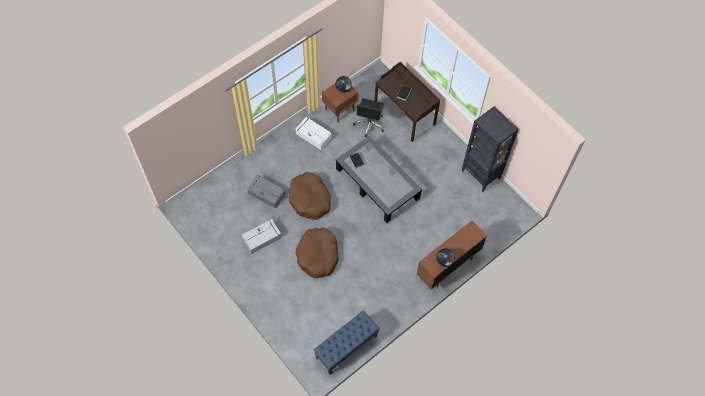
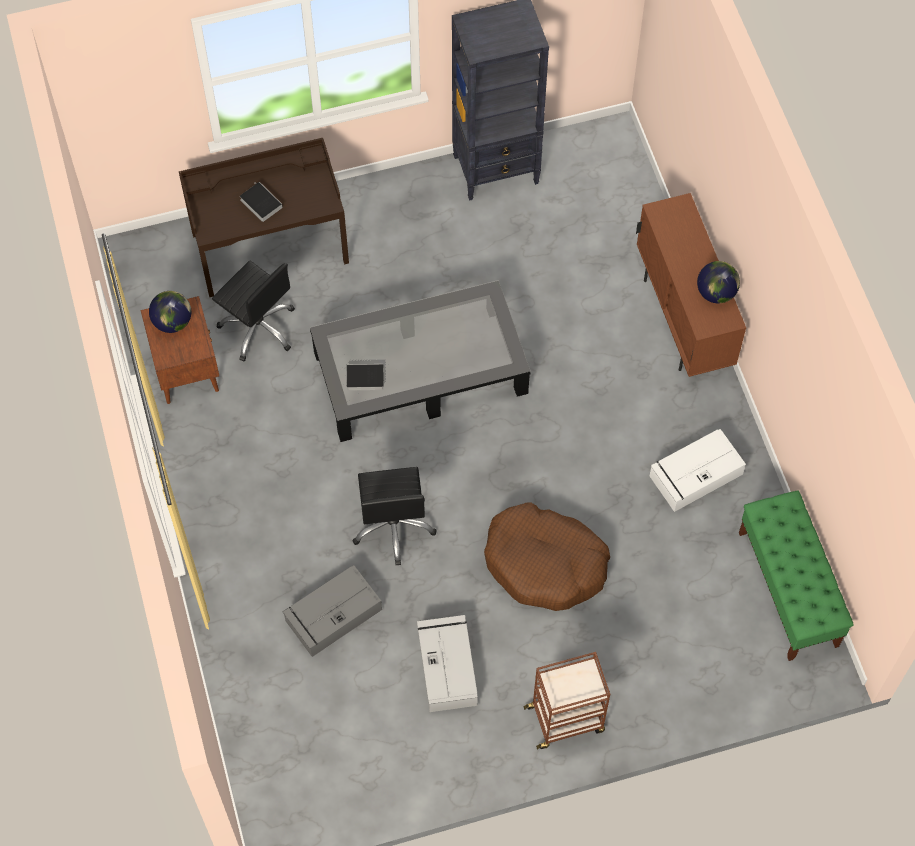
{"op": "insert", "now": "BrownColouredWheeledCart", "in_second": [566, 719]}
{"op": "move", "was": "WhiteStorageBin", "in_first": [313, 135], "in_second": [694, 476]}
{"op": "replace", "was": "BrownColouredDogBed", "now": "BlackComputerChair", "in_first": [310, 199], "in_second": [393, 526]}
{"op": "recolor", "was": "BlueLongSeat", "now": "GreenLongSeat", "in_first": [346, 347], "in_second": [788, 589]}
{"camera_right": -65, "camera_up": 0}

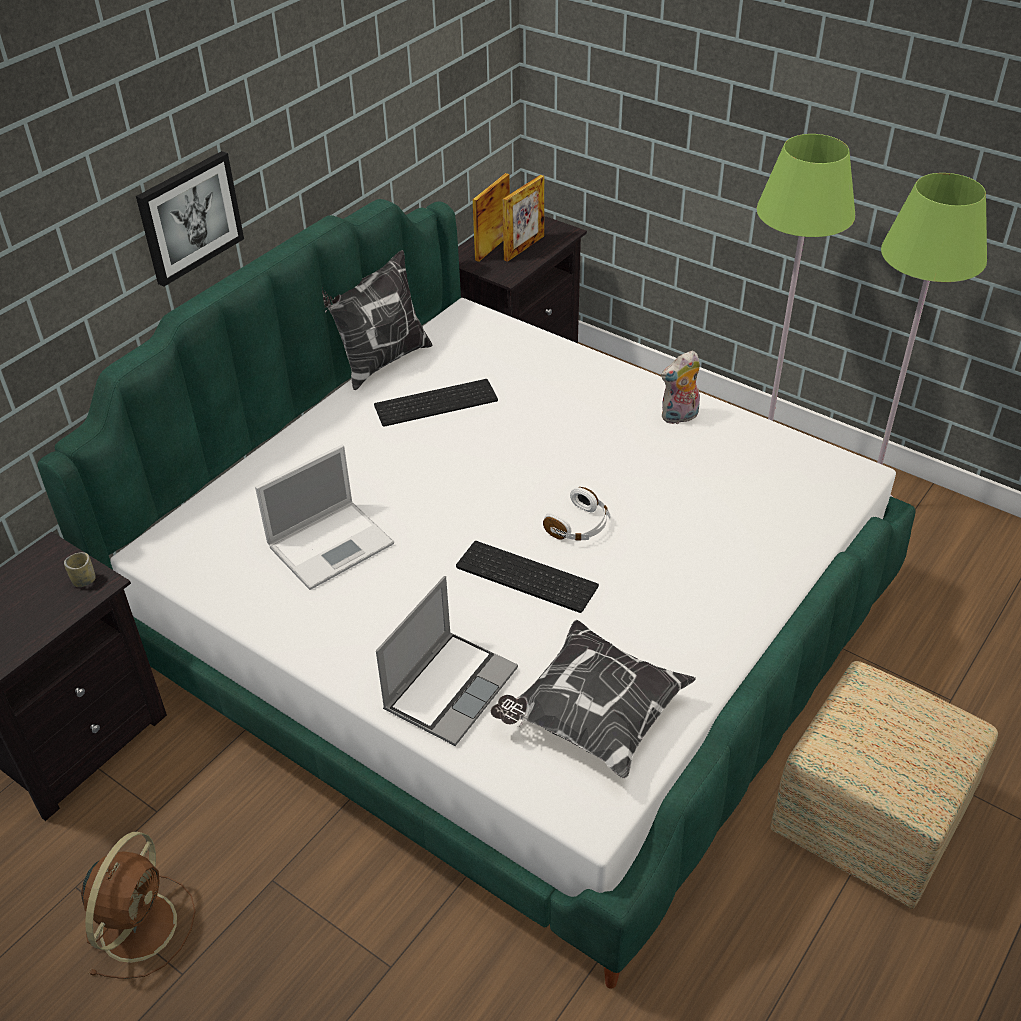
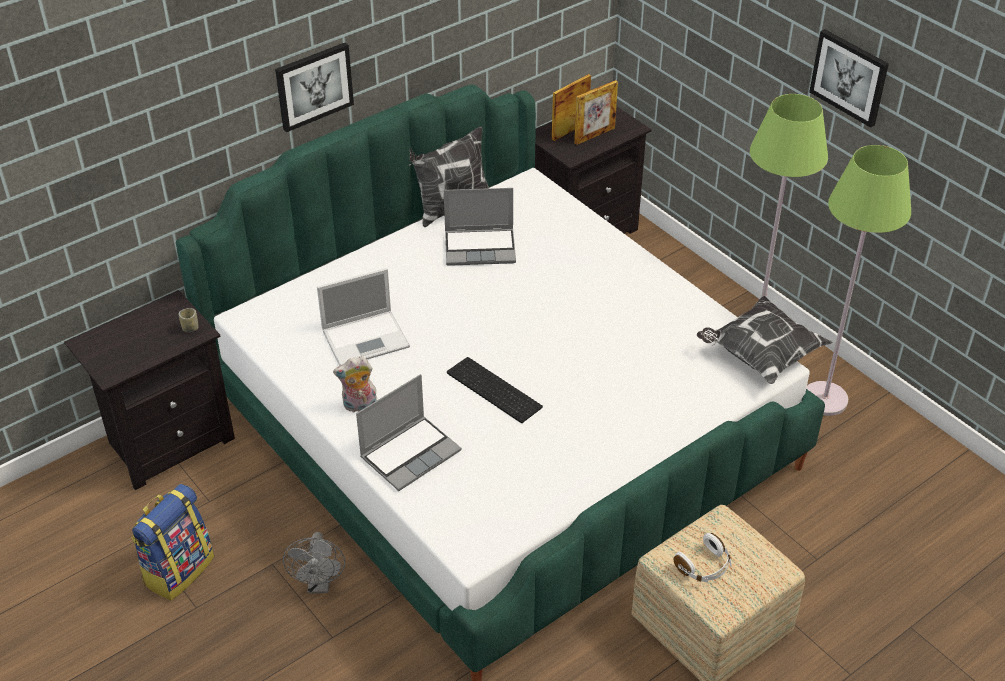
{"op": "insert", "now": "GreyishFan", "in_second": [319, 584]}
{"op": "insert", "now": "WallPicture", "in_second": [849, 77]}
{"op": "move", "was": "ThrowPillow", "in_first": [592, 717], "in_second": [760, 355]}
{"op": "move", "was": "WhiteHeadset", "in_first": [579, 526], "in_second": [704, 566]}
{"op": "move", "was": "CuddlyToy", "in_first": [679, 417], "in_second": [359, 406]}
{"op": "replace", "was": "BrownColouredFan", "now": "Knapsack", "in_first": [140, 923], "in_second": [178, 569]}
{"op": "replace", "was": "PcKeyboard", "now": "Laptop", "in_first": [436, 401], "in_second": [481, 247]}
{"camera_right": 15, "camera_up": 0}

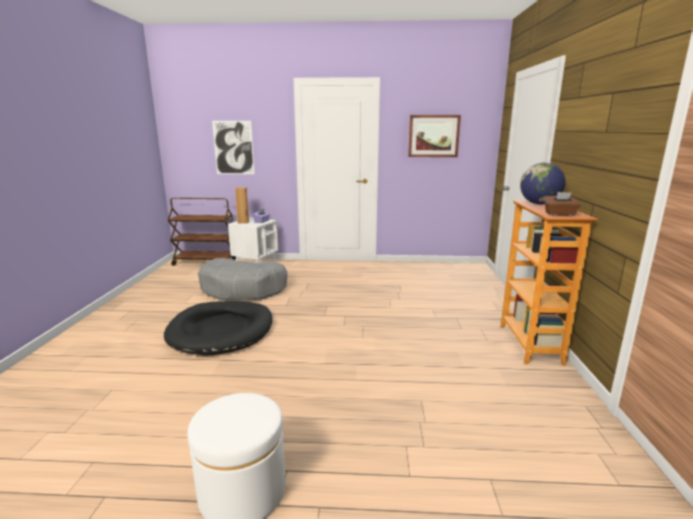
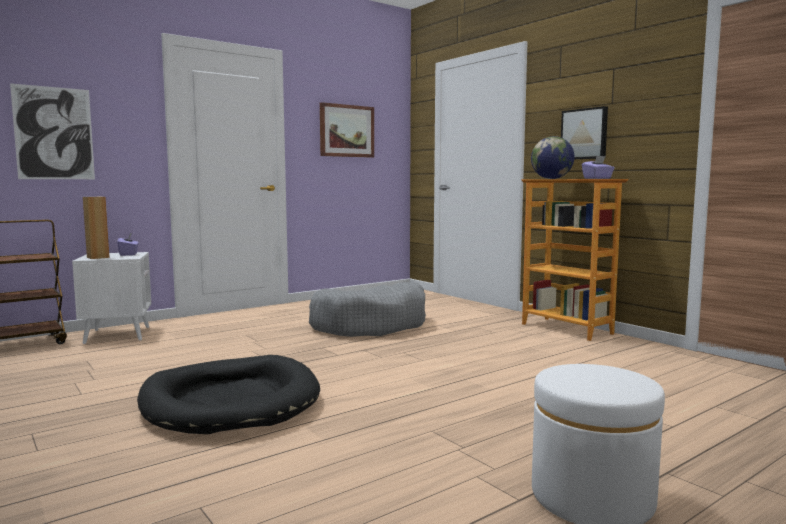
{"op": "insert", "now": "WallPicture", "in_second": [584, 134]}
{"op": "move", "was": "GreyishDogBed", "in_first": [244, 289], "in_second": [371, 325]}
{"op": "recolor", "was": "BrownColouredBoxOfTissues", "now": "PurpleBoxOfTissues", "in_first": [560, 214], "in_second": [597, 178]}
{"camera_right": -40, "camera_up": -10}

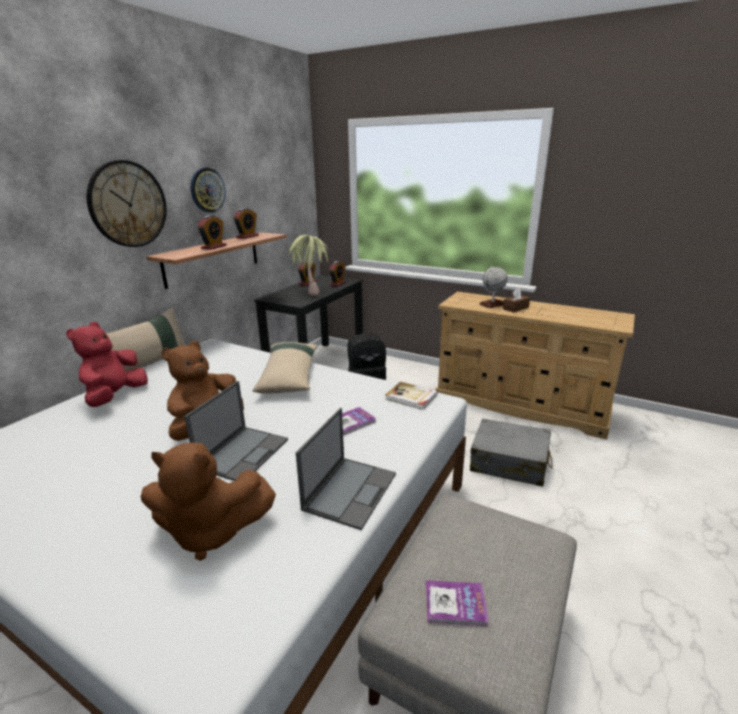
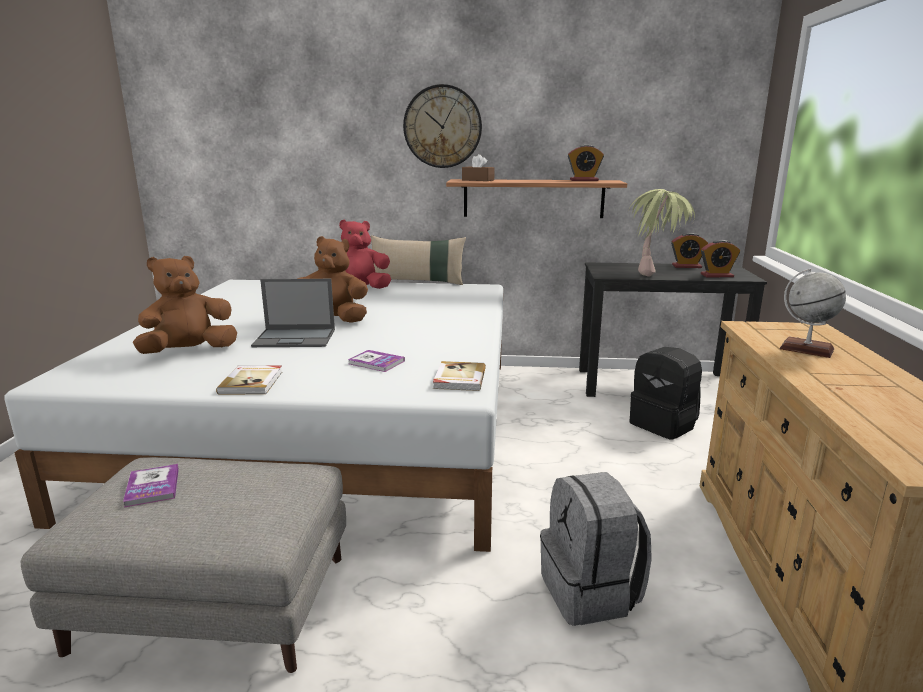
{"op": "delete", "was": "ClockOnTheWall", "in_first": [207, 190]}
{"op": "delete", "was": "BedsideClock", "in_first": [214, 247]}
{"op": "delete", "was": "BeigeThrowPillow", "in_first": [289, 375]}
{"op": "move", "was": "BrownColouredBoxOfTissues", "in_first": [515, 308], "in_second": [478, 180]}
{"op": "replace", "was": "Laptop", "now": "BoundBook", "in_first": [350, 490], "in_second": [252, 382]}
{"op": "replace", "was": "GreyishSuitcase", "now": "GreyishKnapsack", "in_first": [509, 462], "in_second": [591, 592]}
{"op": "rotate", "was": "BrownColouredCuddlyToy", "in_first": [210, 532], "in_second": [189, 352], "clockwise": 75}
{"camera_right": 65, "camera_up": -5}

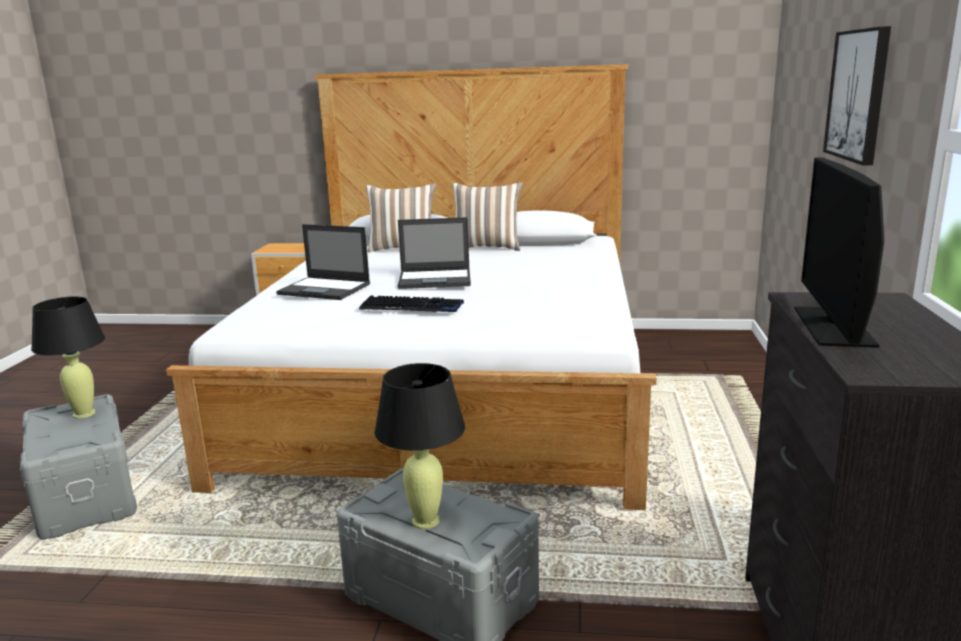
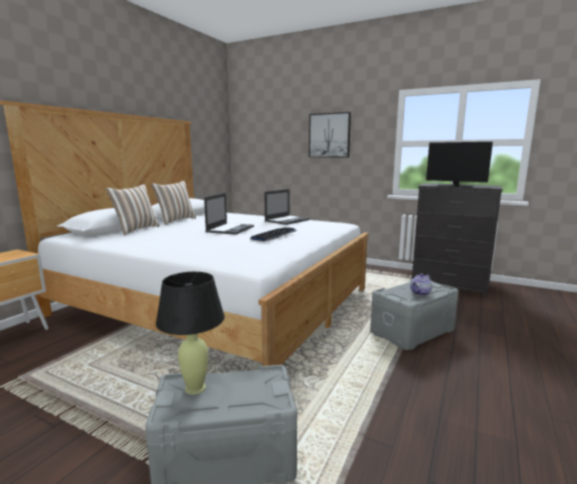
{"op": "move", "was": "Laptop", "in_first": [325, 289], "in_second": [287, 220]}
{"op": "replace", "was": "BlackTableLamp", "now": "Teapot", "in_first": [425, 521], "in_second": [420, 293]}
{"camera_right": -70, "camera_up": -5}

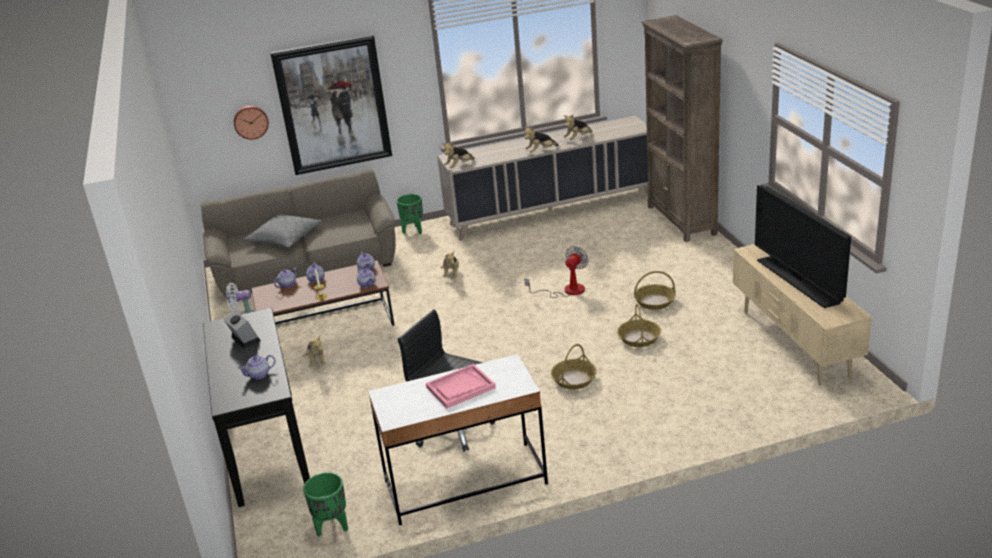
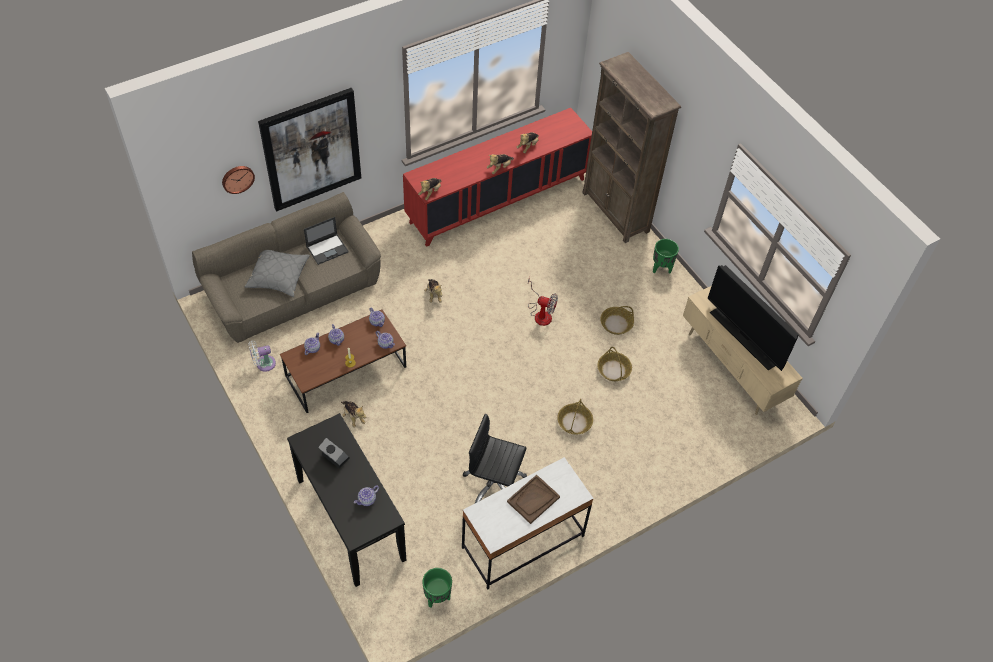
{"op": "insert", "now": "Laptop", "in_second": [327, 249]}
{"op": "move", "was": "GreenPlanter", "in_first": [413, 230], "in_second": [661, 268]}
{"op": "recolor", "was": "PinkishCarryingTray", "now": "BrownColouredCarryingTray", "in_first": [460, 388], "in_second": [533, 500]}
{"op": "recolor", "was": "BeigeCupboard", "now": "ReddishCupboard", "in_first": [551, 211], "in_second": [497, 200]}
{"op": "rotate", "was": "Fan", "in_first": [566, 291], "in_second": [540, 313], "clockwise": 90}
{"camera_right": -20, "camera_up": 25}

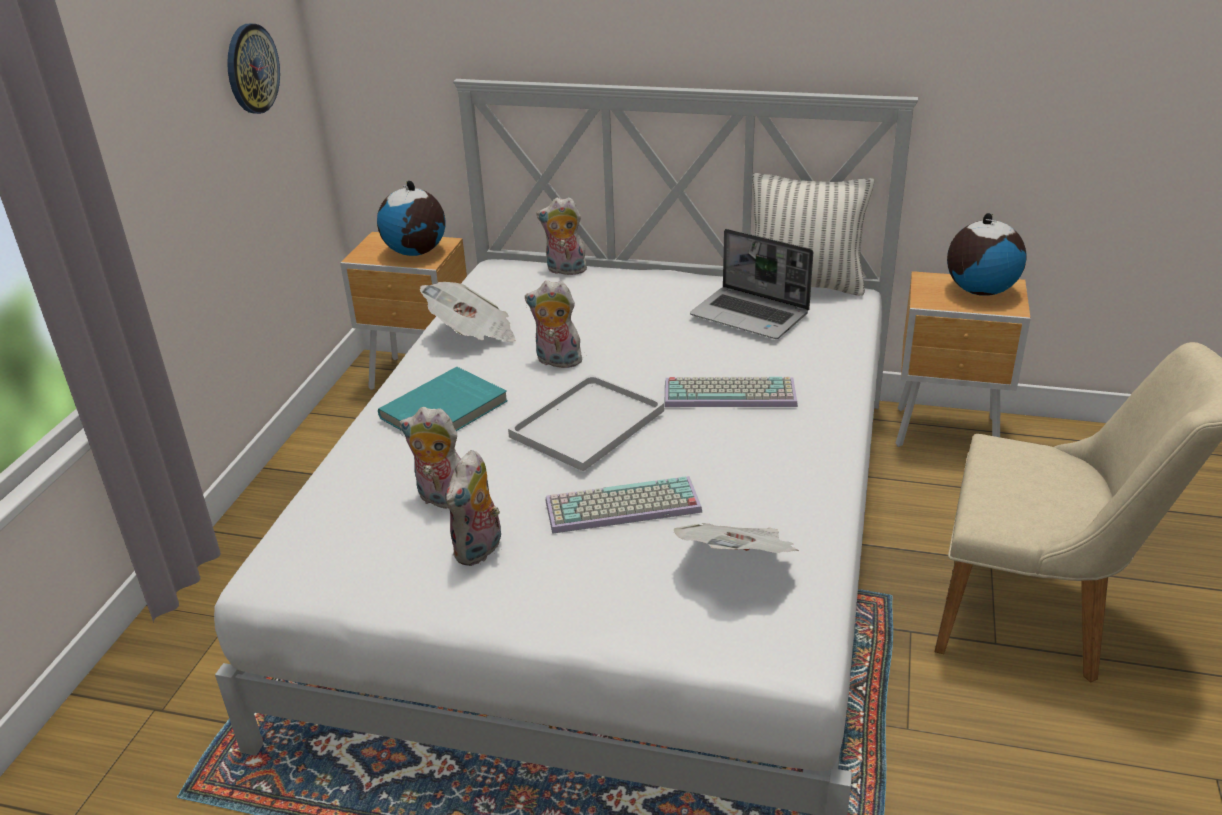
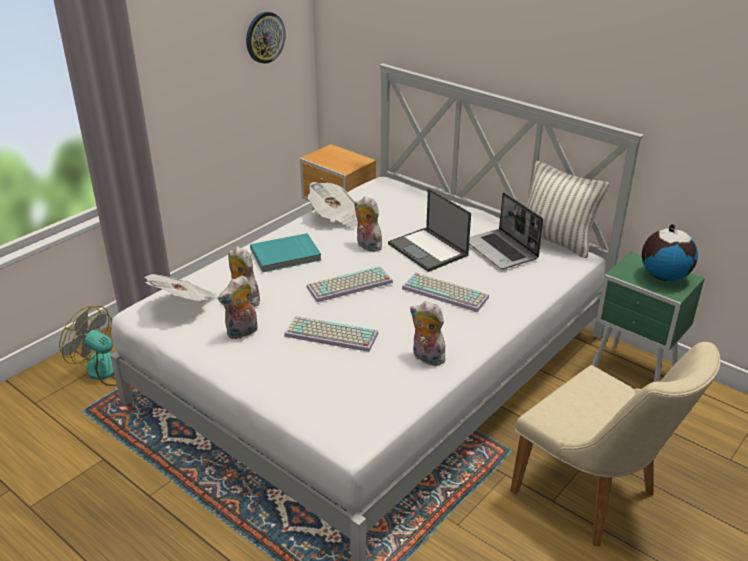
{"op": "delete", "was": "WorldGlobe", "in_first": [416, 252]}
{"op": "insert", "now": "Fan", "in_second": [110, 369]}
{"op": "insert", "now": "Laptop", "in_second": [428, 250]}
{"op": "move", "was": "CuddlyToy", "in_first": [565, 270], "in_second": [426, 358]}
{"op": "move", "was": "Newspaper", "in_first": [738, 563], "in_second": [183, 302]}
{"op": "replace", "was": "WhiteCarryingTray", "now": "PcKeyboard", "in_first": [586, 425], "in_second": [349, 286]}
{"op": "recolor", "was": "BrownColouredBedsideTable", "now": "GreenBedsideTable", "in_first": [949, 434], "in_second": [635, 369]}
{"camera_right": 25, "camera_up": 0}

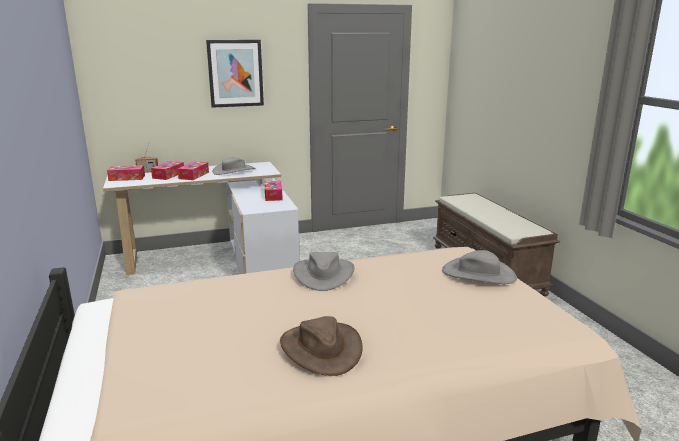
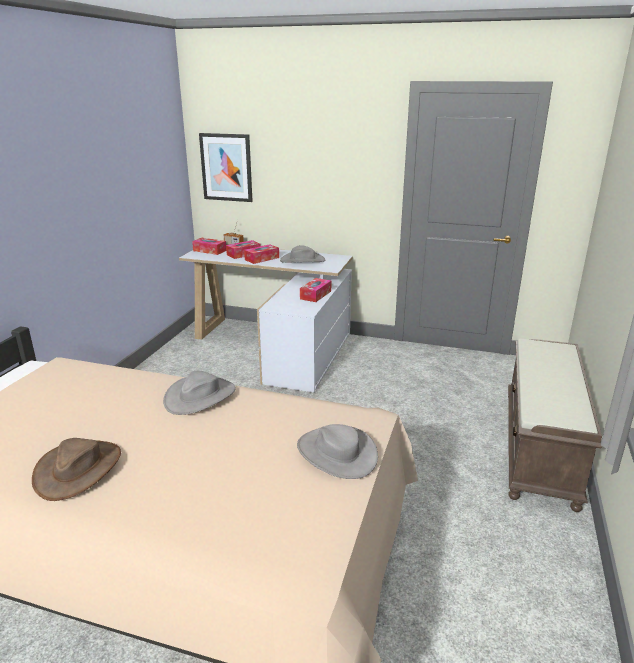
{"op": "move", "was": "WallPicture", "in_first": [235, 73], "in_second": [226, 167]}
{"camera_right": 35, "camera_up": 5}

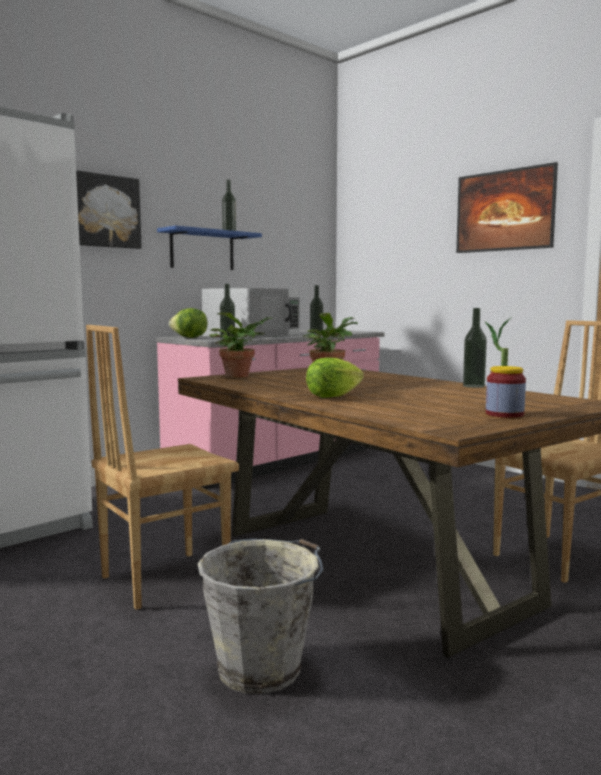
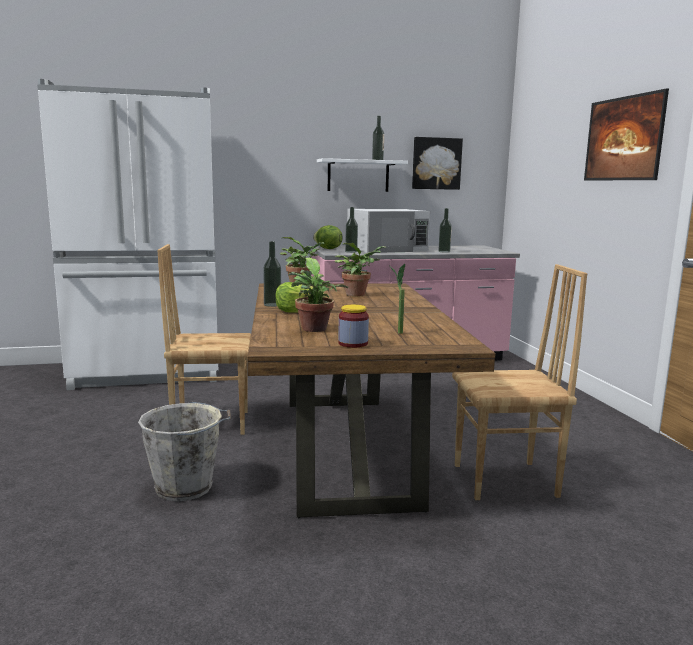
{"op": "insert", "now": "PlantInAPot", "in_second": [314, 330]}
{"op": "move", "was": "WallPicture", "in_first": [105, 211], "in_second": [436, 163]}
{"op": "move", "was": "Bottle", "in_first": [473, 386], "in_second": [272, 305]}
{"op": "recolor", "was": "BlueWallShelf", "now": "WhiteWallShelf", "in_first": [202, 250], "in_second": [358, 175]}
{"camera_right": 30, "camera_up": 5}

